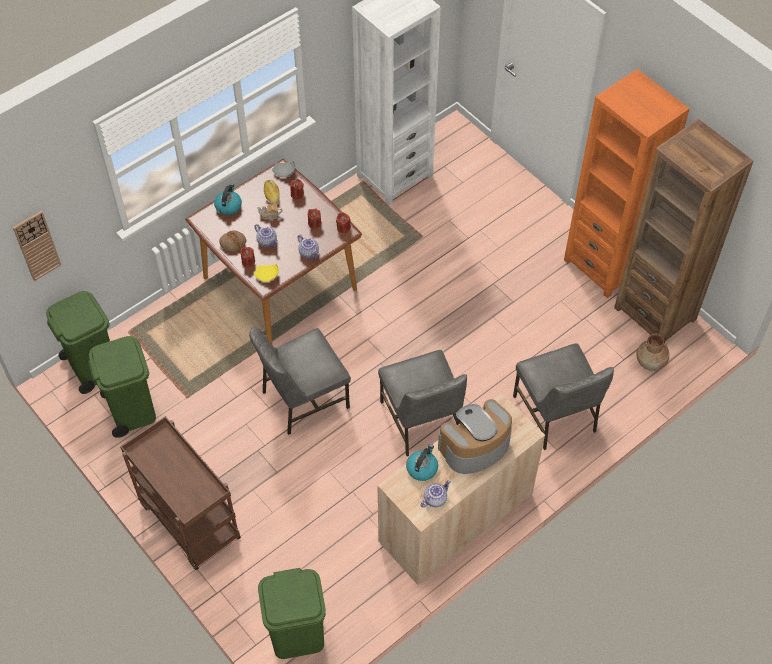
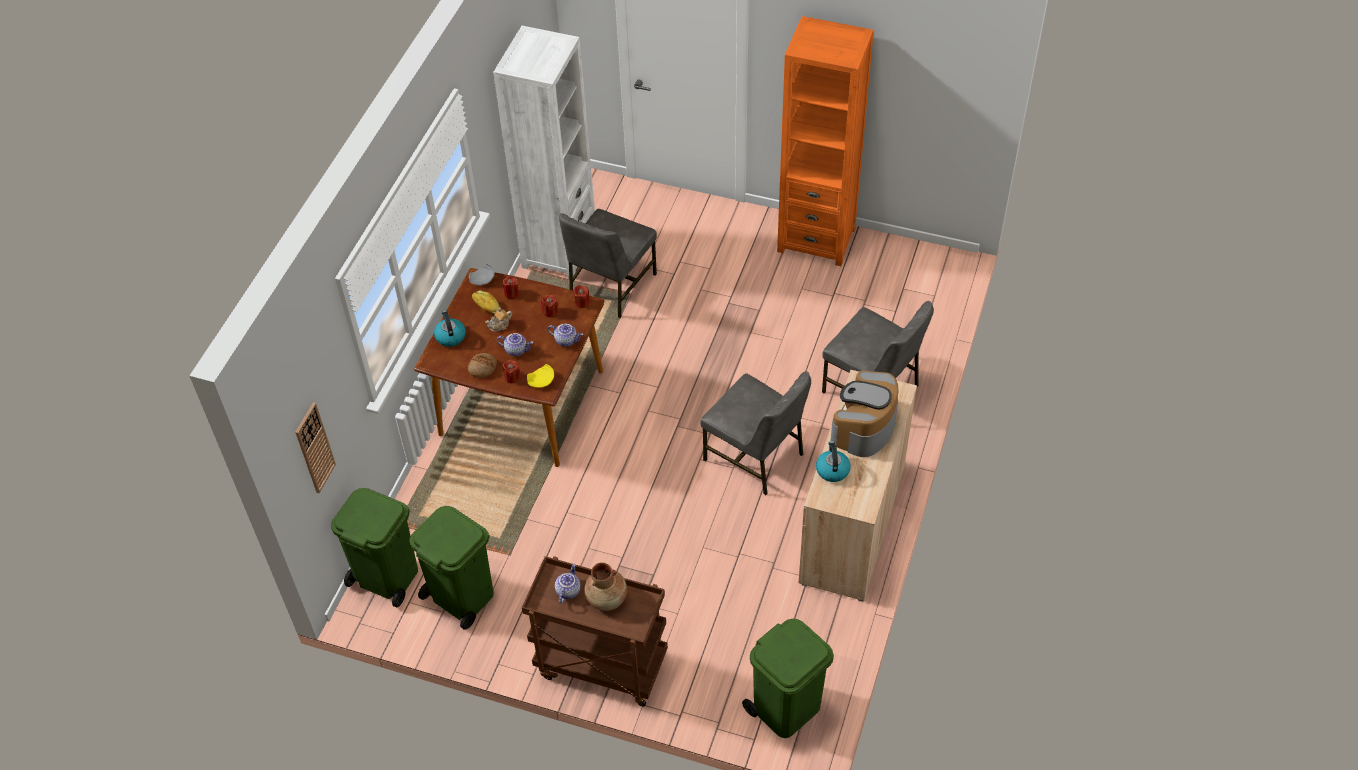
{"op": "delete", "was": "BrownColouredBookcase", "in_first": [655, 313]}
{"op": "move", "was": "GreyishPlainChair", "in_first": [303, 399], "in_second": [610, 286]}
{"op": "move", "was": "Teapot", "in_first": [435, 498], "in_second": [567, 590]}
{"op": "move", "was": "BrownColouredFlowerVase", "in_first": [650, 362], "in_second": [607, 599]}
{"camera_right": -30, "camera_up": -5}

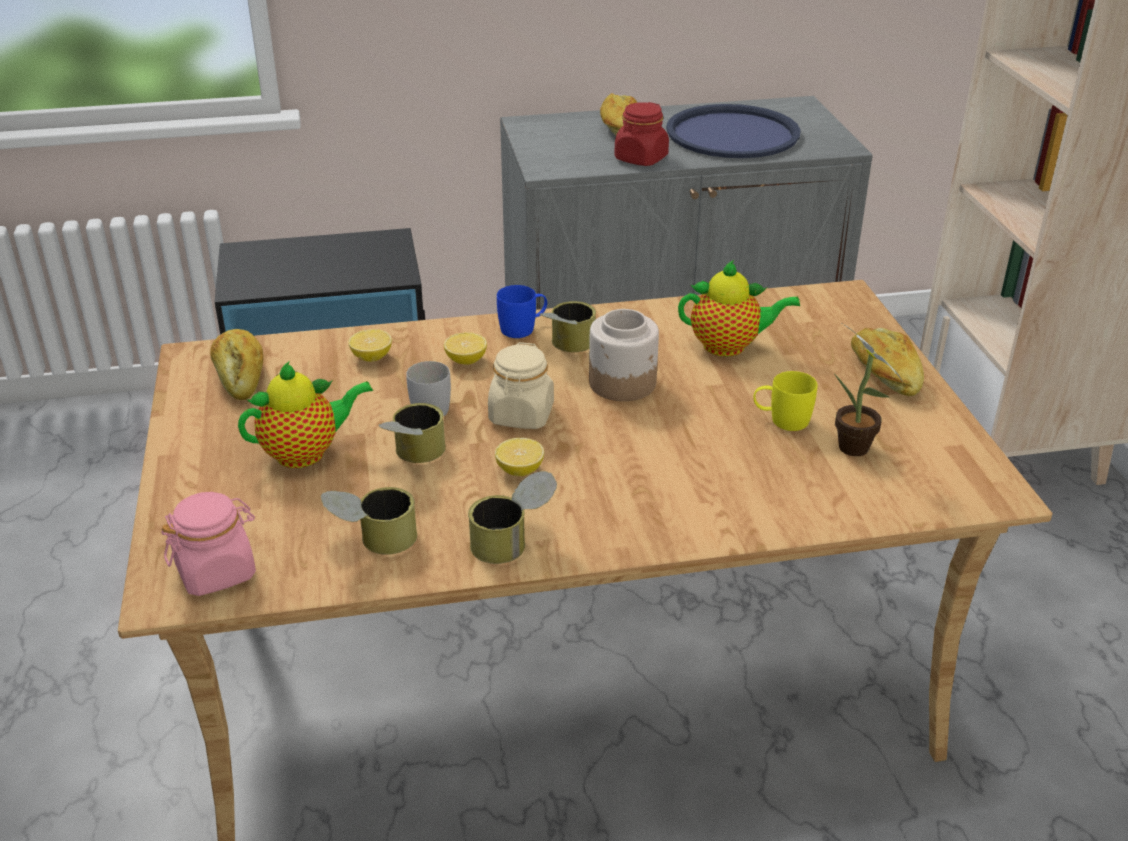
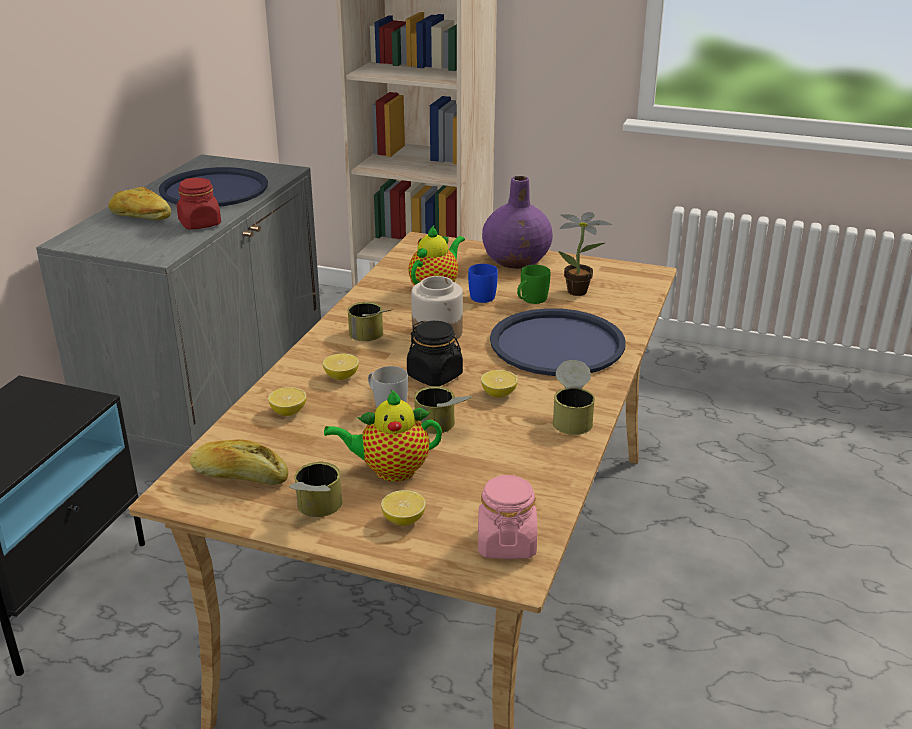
{"op": "insert", "now": "WholeLemon", "in_second": [404, 520]}
{"op": "insert", "now": "BlueCarryingTray", "in_second": [556, 344]}
{"op": "move", "was": "Can", "in_first": [372, 541], "in_second": [316, 512]}
{"op": "move", "was": "BlueCoffeeMug", "in_first": [523, 328], "in_second": [482, 295]}
{"op": "replace", "was": "BakedBread", "now": "PurpleFlowerVase", "in_first": [883, 375], "in_second": [517, 260]}
{"op": "recolor", "was": "BeigeJar", "now": "BlackJar", "in_first": [521, 415], "in_second": [435, 376]}
{"op": "recolor", "was": "YellowCoffeeMug", "now": "GreenCoffeeMug", "in_first": [781, 420], "in_second": [530, 300]}
{"op": "rotate", "was": "Teapot", "in_first": [306, 453], "in_second": [390, 470], "clockwise": -105}
{"camera_right": -60, "camera_up": -5}

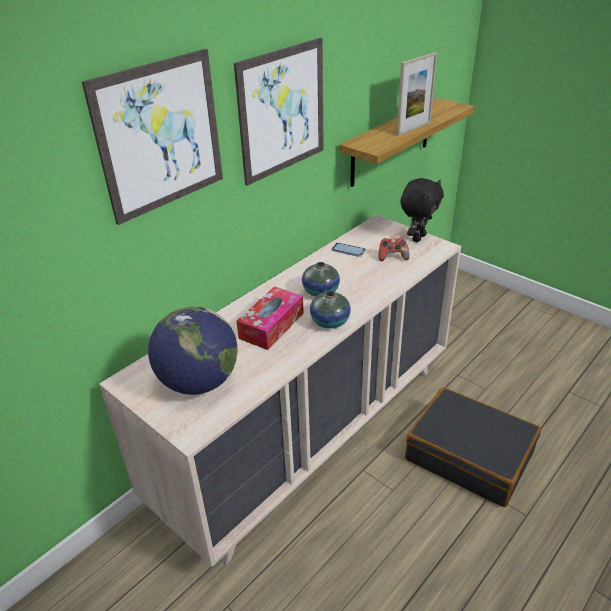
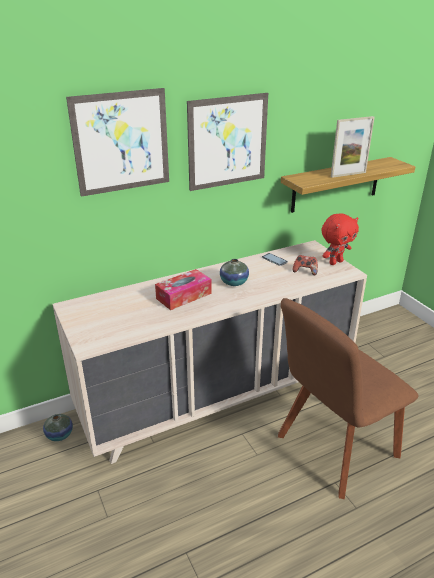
{"op": "delete", "was": "WorldGlobe", "in_first": [199, 382]}
{"op": "move", "was": "FlowerVase", "in_first": [330, 322], "in_second": [59, 435]}
{"op": "replace", "was": "BlackSuitcase", "now": "BrownColouredPlainChair", "in_first": [469, 455], "in_second": [333, 449]}
{"op": "recolor", "was": "BlackCuddlyToy", "now": "ReddishCuddlyToy", "in_first": [418, 237], "in_second": [335, 262]}
{"camera_right": 20, "camera_up": -5}

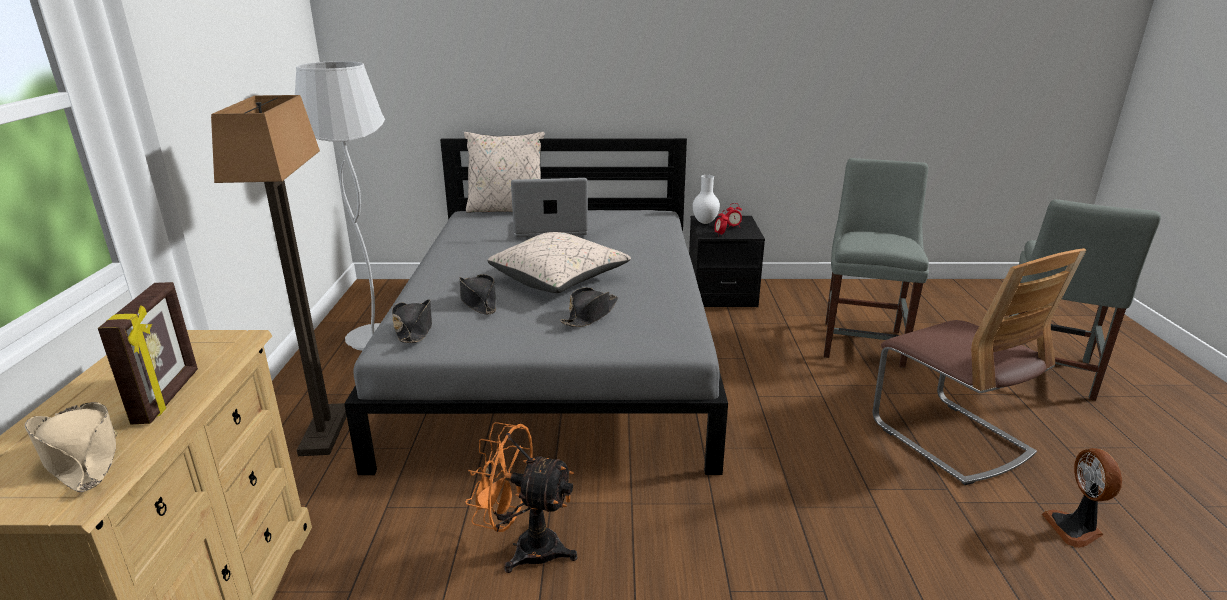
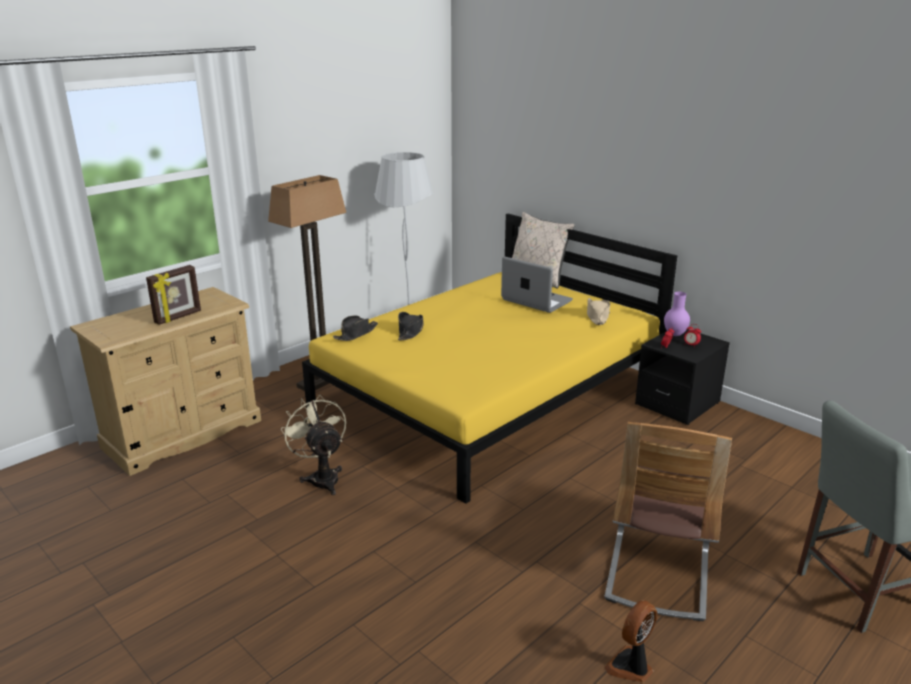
{"op": "delete", "was": "BeigeThrowPillow", "in_first": [560, 279]}
{"op": "delete", "was": "BlackClothingHat", "in_first": [590, 315]}
{"op": "delete", "was": "GreyishPlainChair", "in_first": [863, 341]}
{"op": "move", "was": "BeigeClothingHat", "in_first": [81, 456], "in_second": [597, 316]}
{"op": "recolor", "was": "GreyishSleepingBed", "now": "YellowSleepingBed", "in_first": [558, 354], "in_second": [491, 394]}
{"op": "recolor", "was": "OrangeFan", "now": "BeigeFan", "in_first": [526, 547], "in_second": [322, 477]}
{"op": "recolor", "was": "WhiteFlowerVase", "now": "PurpleFlowerVase", "in_first": [705, 222], "in_second": [674, 334]}
{"camera_right": 45, "camera_up": 0}

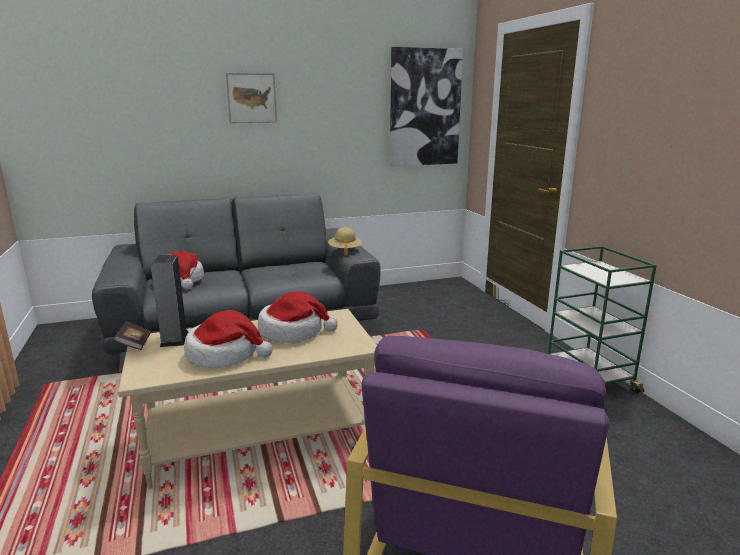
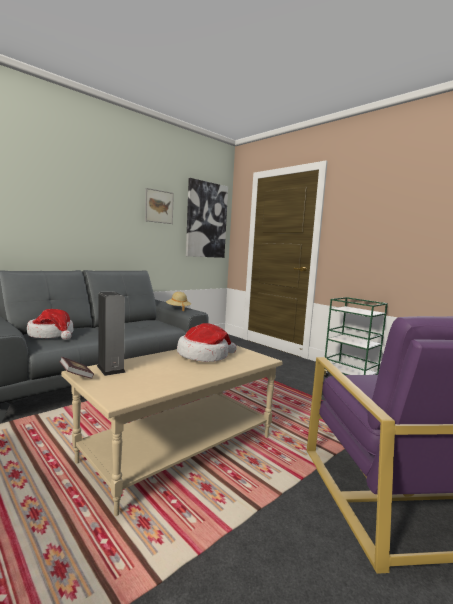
{"op": "delete", "was": "ClothingHat", "in_first": [224, 354]}
{"op": "move", "was": "WallPicture", "in_first": [251, 98], "in_second": [159, 206]}
{"camera_right": -25, "camera_up": -10}

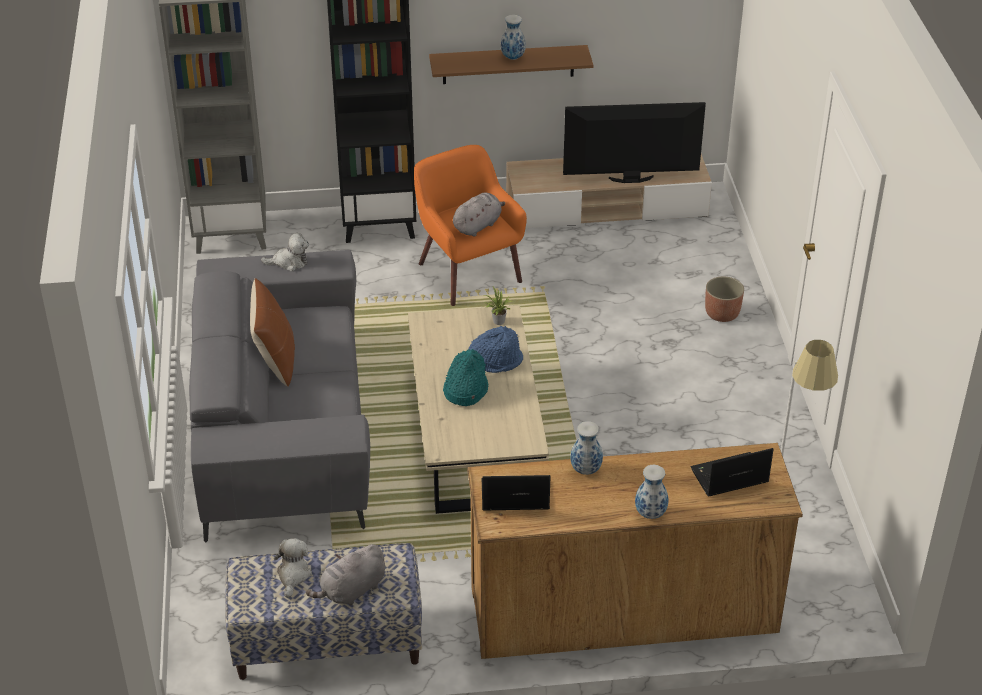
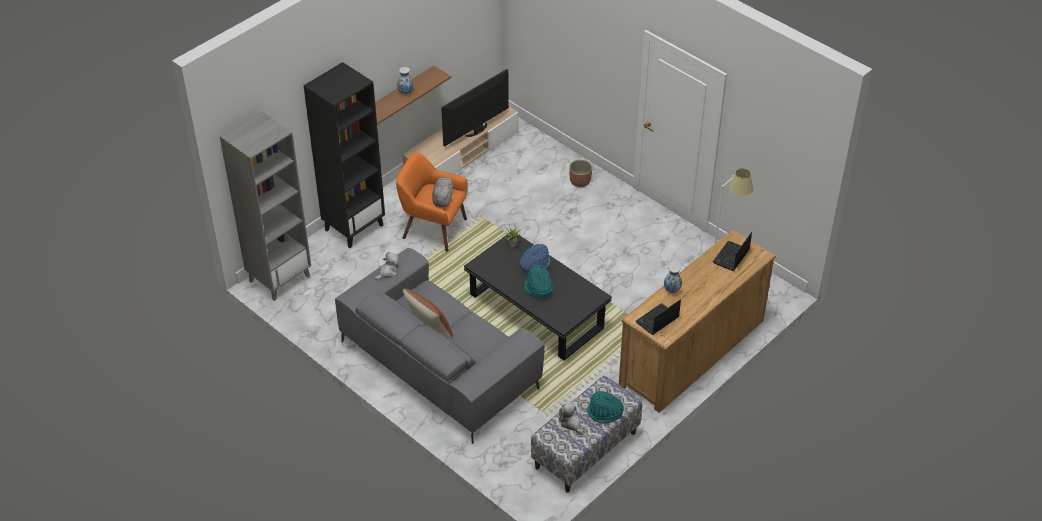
{"op": "delete", "was": "FlowerVase", "in_first": [651, 514]}
{"op": "replace", "was": "GreyishCuddlyToy", "now": "TurquoiseColouredClothingHat", "in_first": [351, 591], "in_second": [604, 413]}
{"op": "recolor", "was": "BeigeLoungeTable", "now": "BlackLoungeTable", "in_first": [475, 434], "in_second": [536, 311]}
{"camera_right": -40, "camera_up": 5}

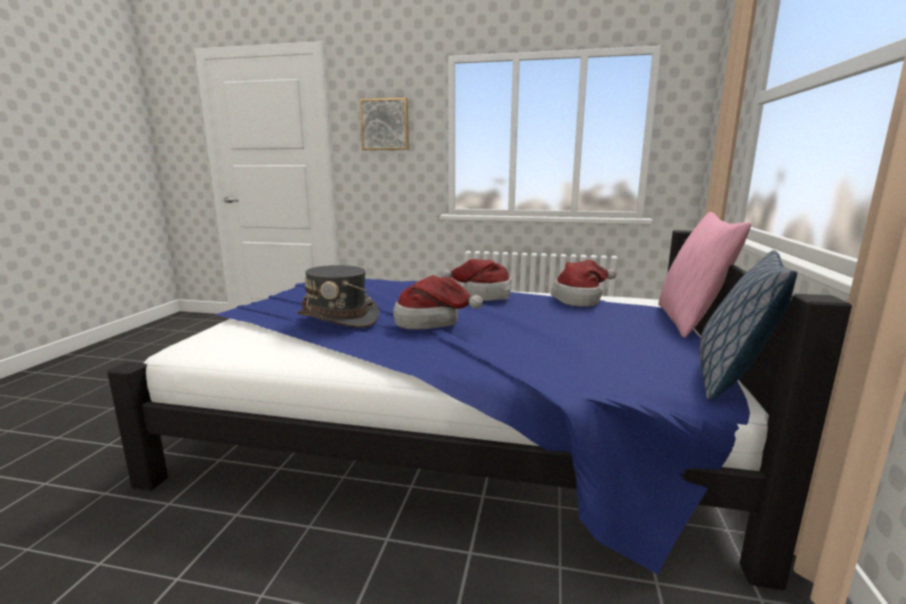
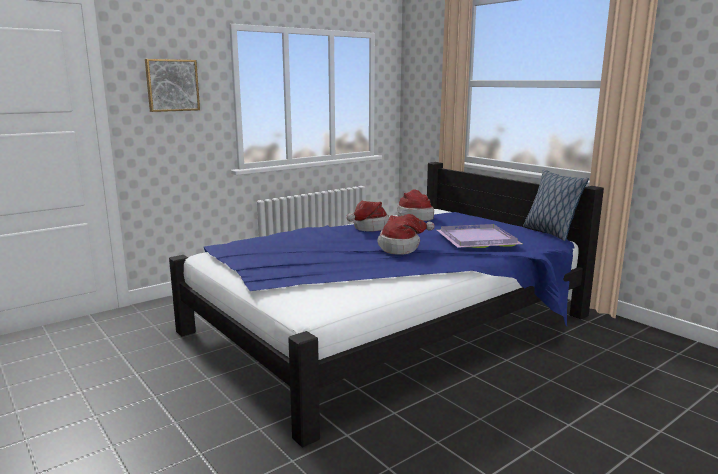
{"op": "delete", "was": "GreyishClothingHat", "in_first": [339, 318]}
{"op": "delete", "was": "PinkishThrowPillow", "in_first": [690, 321]}
{"op": "insert", "now": "PurpleCarryingTray", "in_second": [479, 240]}
{"camera_right": -50, "camera_up": 0}

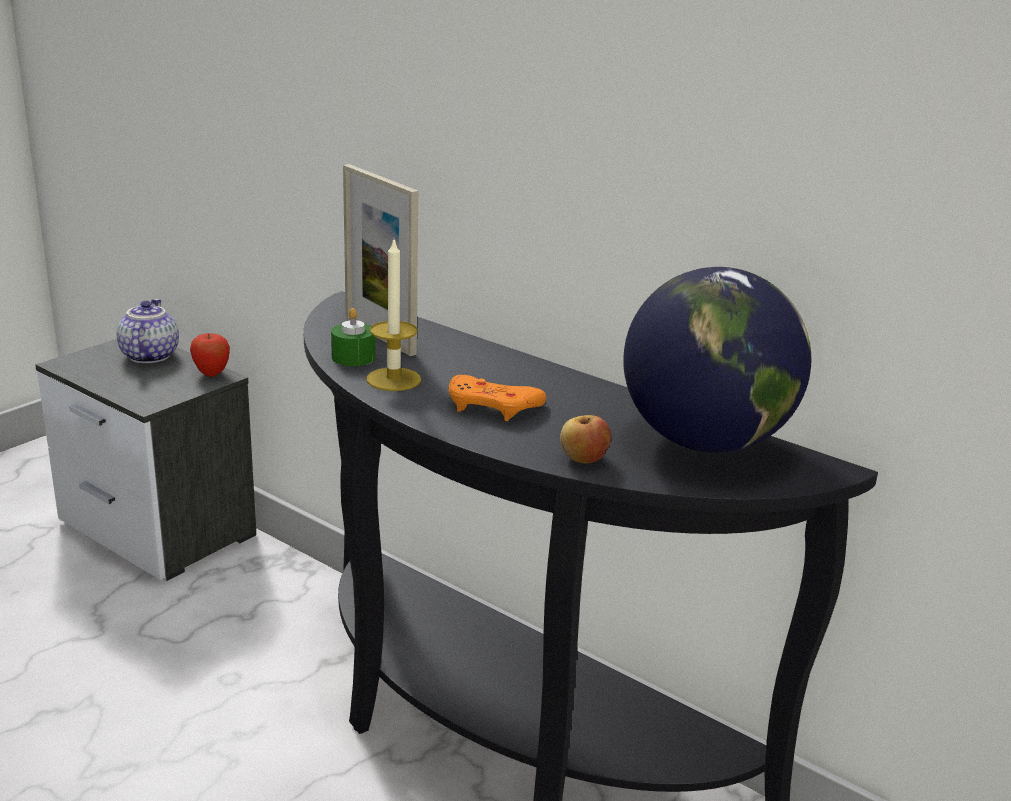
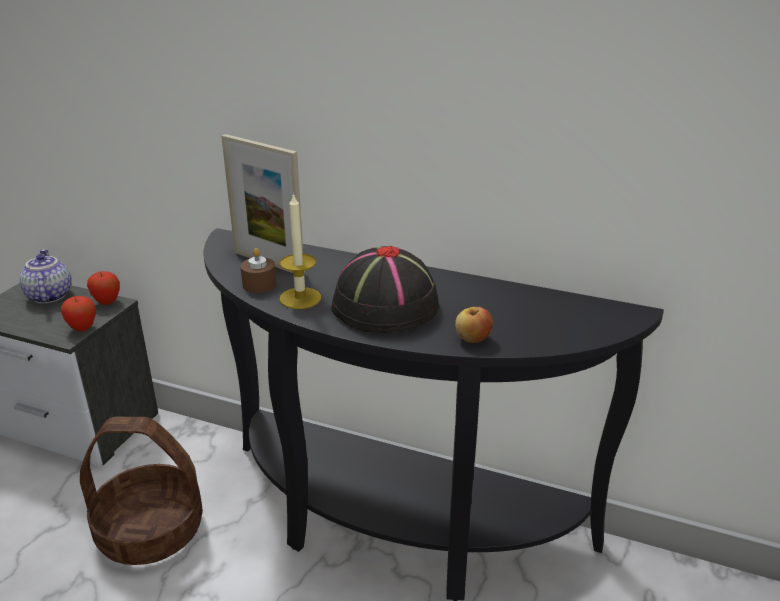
{"op": "delete", "was": "WorldGlobe", "in_first": [705, 442]}
{"op": "insert", "now": "Apple", "in_second": [82, 328]}
{"op": "insert", "now": "StorageBasket", "in_second": [149, 531]}
{"op": "replace", "was": "OrangeGameController", "now": "BlackClothingHat", "in_first": [492, 406], "in_second": [384, 307]}
{"op": "recolor", "was": "GreenCandle", "now": "BrownColouredCandle", "in_first": [353, 357], "in_second": [259, 284]}
{"camera_right": -15, "camera_up": 5}

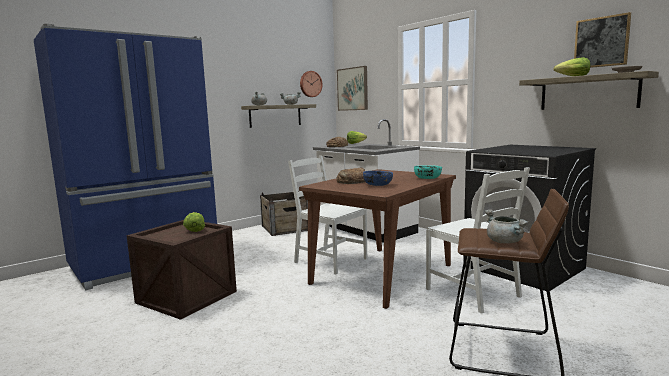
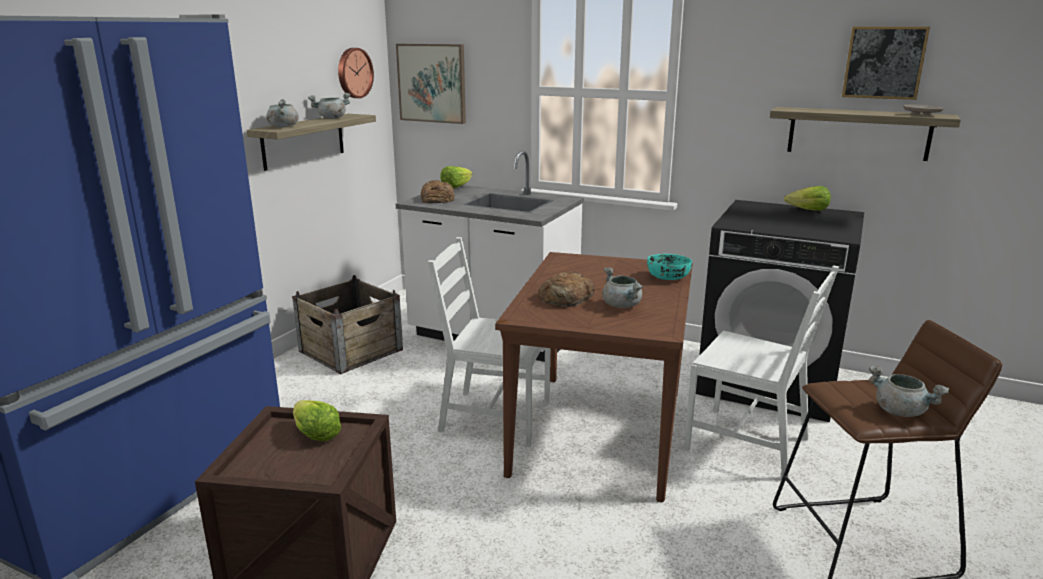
{"op": "move", "was": "LettuceHead", "in_first": [573, 76], "in_second": [808, 210]}
{"op": "replace", "was": "BlueBowl", "now": "GreyishSaucepot", "in_first": [378, 185], "in_second": [622, 306]}
{"camera_right": -25, "camera_up": 10}

